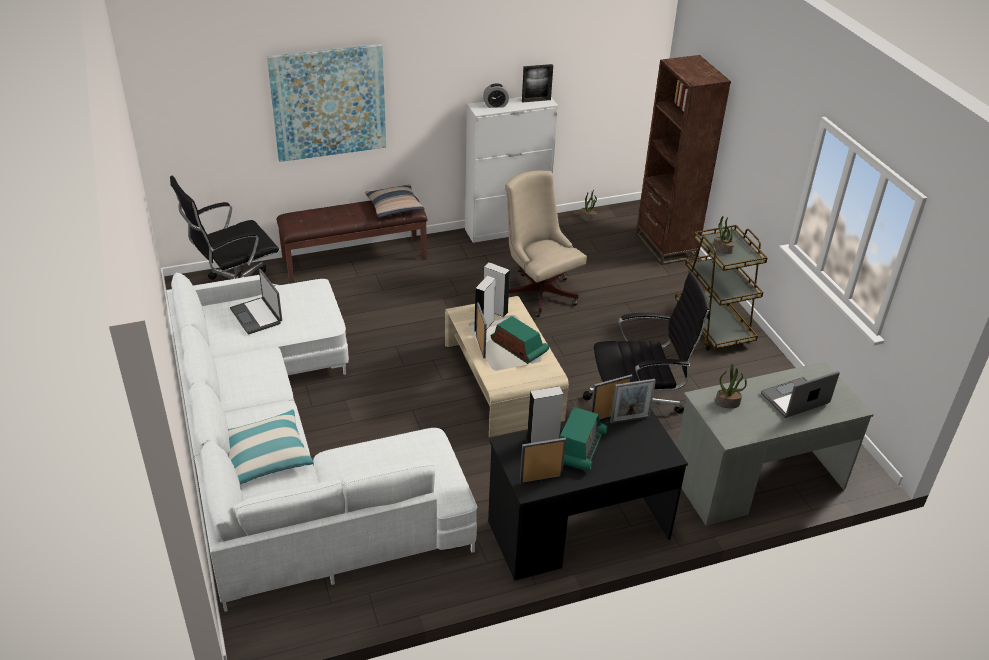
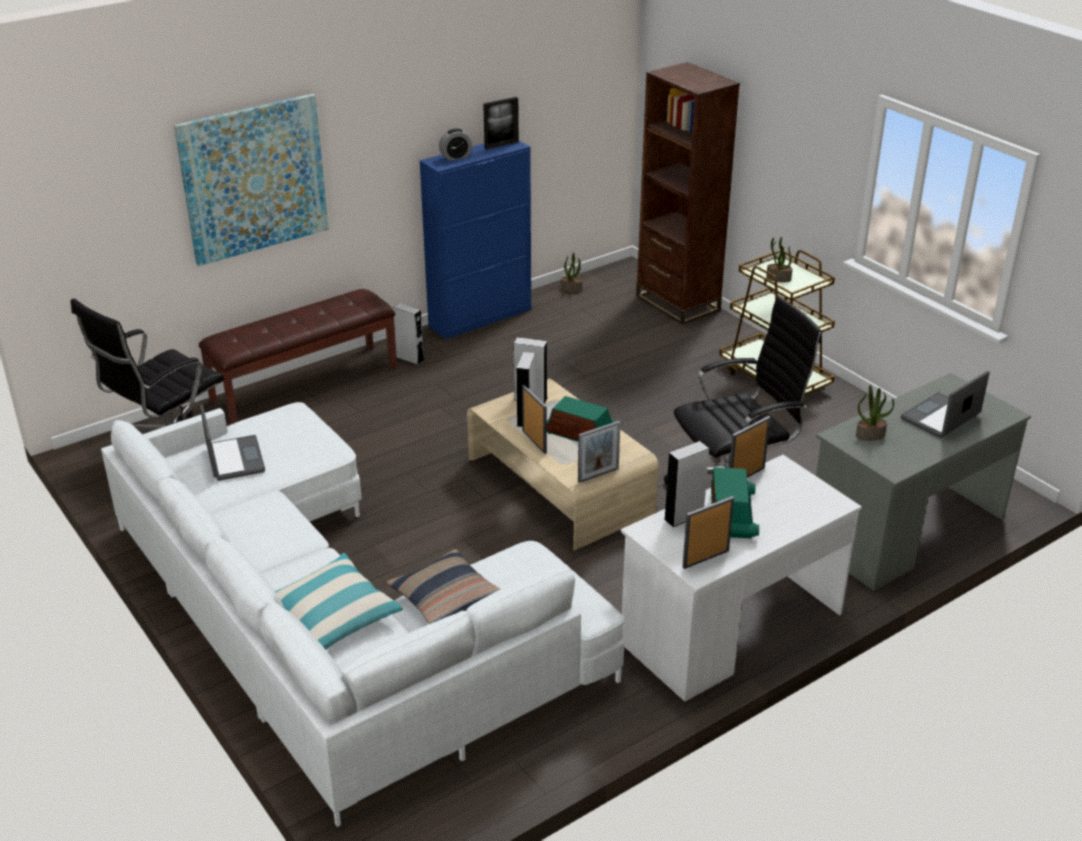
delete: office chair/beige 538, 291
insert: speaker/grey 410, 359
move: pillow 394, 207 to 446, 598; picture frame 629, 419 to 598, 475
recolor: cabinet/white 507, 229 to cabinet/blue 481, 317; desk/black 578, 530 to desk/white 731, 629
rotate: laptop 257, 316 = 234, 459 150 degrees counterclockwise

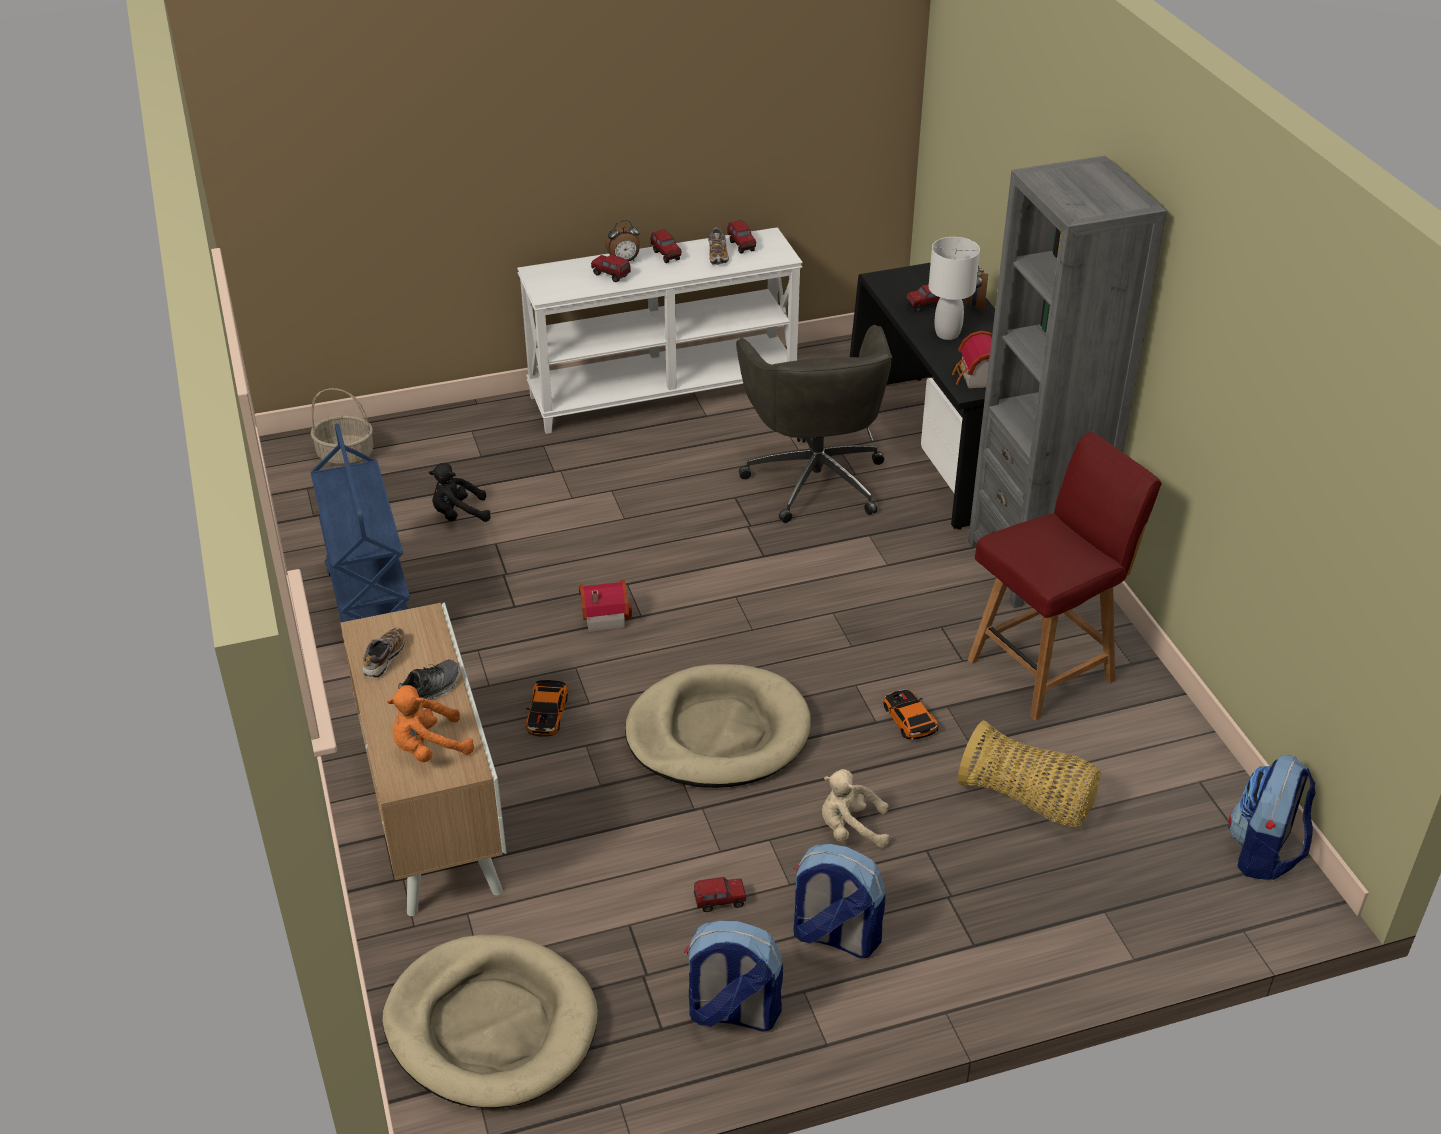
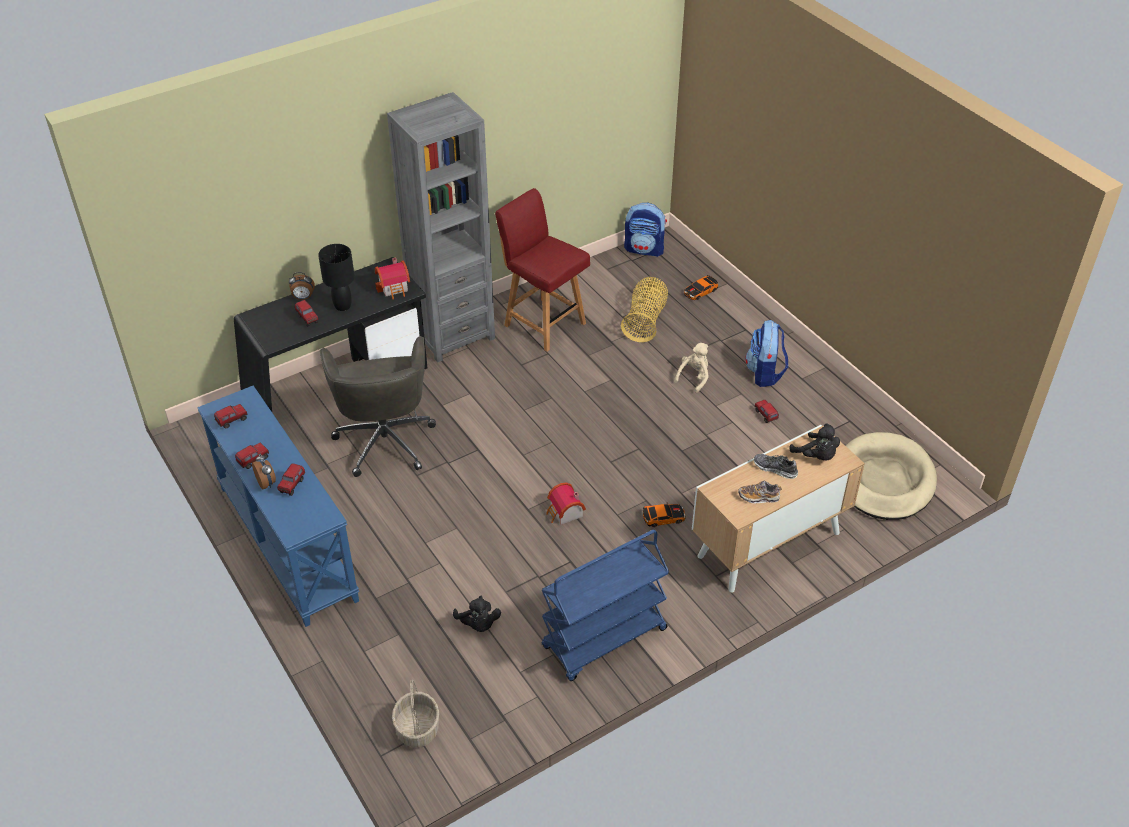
delete: dog bed/beige 718, 733; backpack 732, 1013; shoe 718, 256
move: toy car 908, 719 to 700, 291
recolor: plush toy/orange 429, 748 to plush toy/black 816, 456; console table/white 663, 391 to console table/blue 286, 543; table lamp/white 947, 334 to table lamp/black 343, 306
rotate: office chair/grey 815, 478 = 385, 439 105 degrees clockwise; plush toy/beige 851, 829 = 694, 378 135 degrees counterclockwise

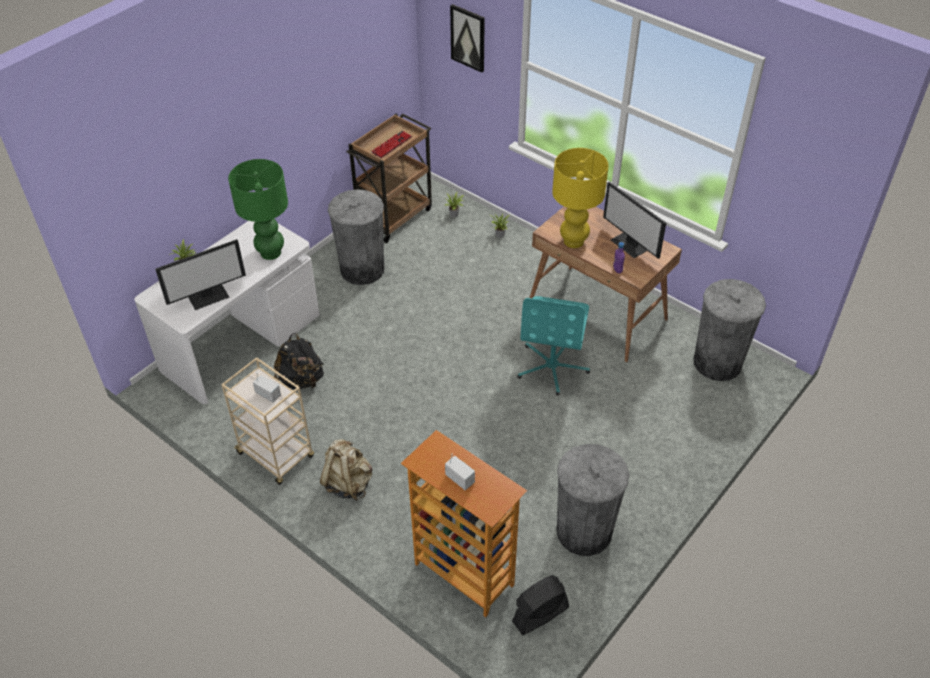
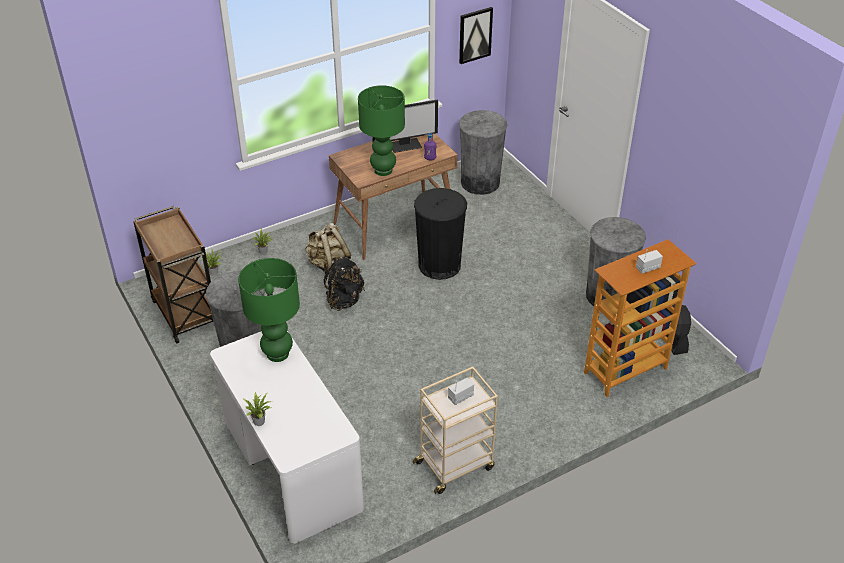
delete: monitor 208, 296; keyboard 391, 145
move: backpack/black 302, 380 to 344, 300; backpack/beige 348, 483 to 328, 264; picture 468, 38 to 475, 35
replace: office chair/turquoise 552, 366 to trash can/black 439, 265
recolor: table lamp/yellow 573, 241 to table lamp/green 383, 170

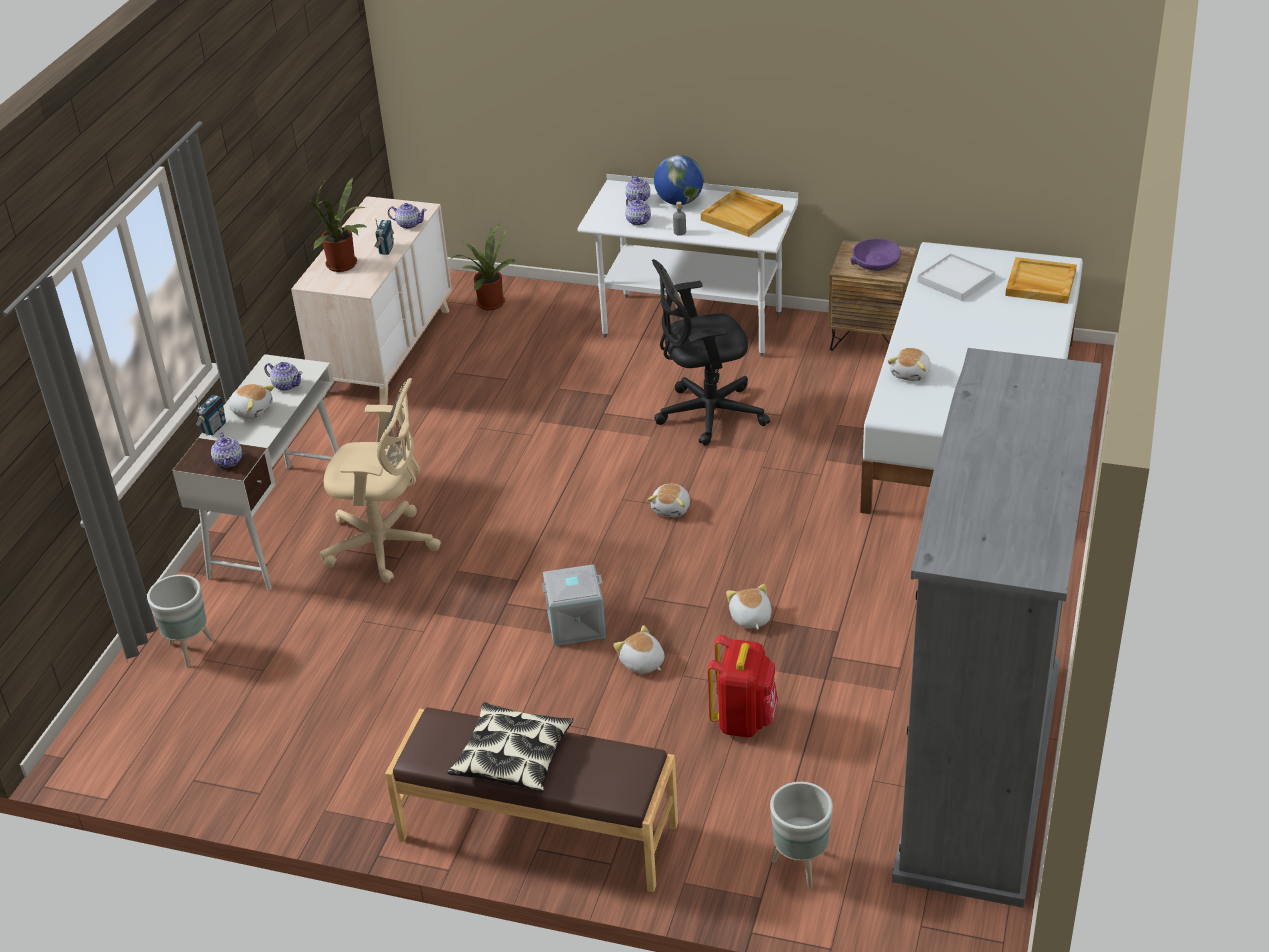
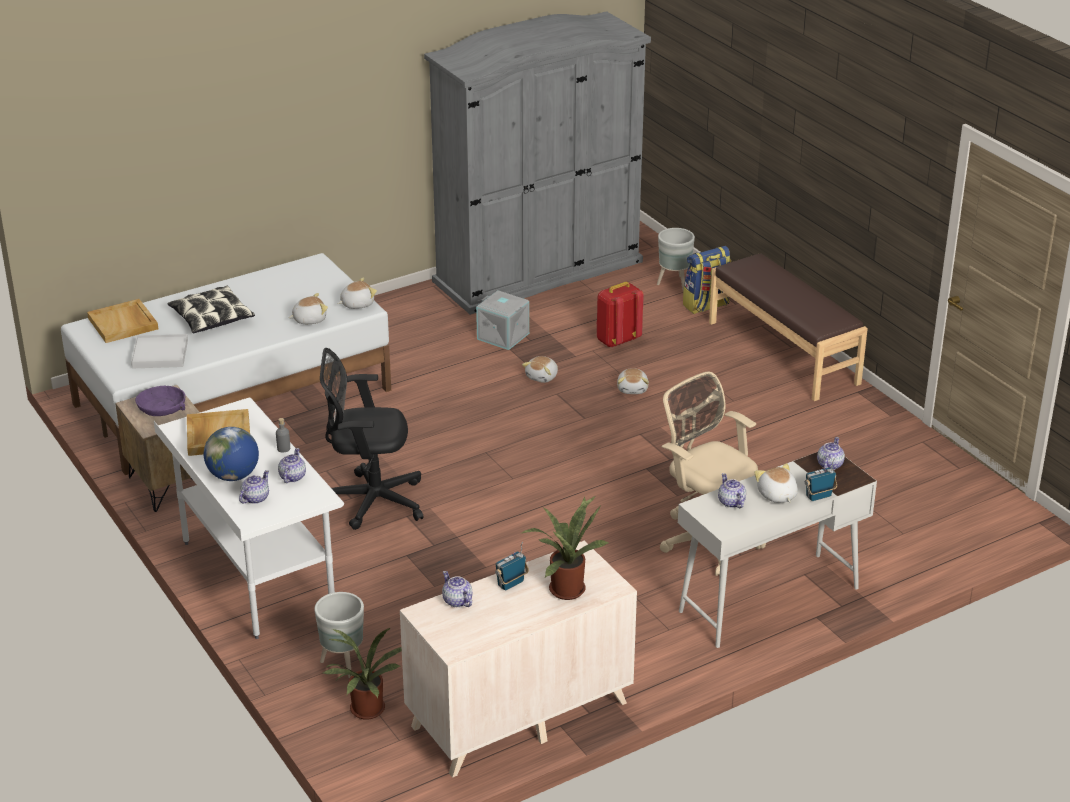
insert: backpack 706, 306
move: planter/grey 189, 650 to 344, 663; pillow 513, 757 to 212, 318; storage box/grey 575, 625 to 504, 336; plush toy 672, 508 to 357, 304
rotate: office chair/black 705, 414 = 370, 501 150 degrees clockwise

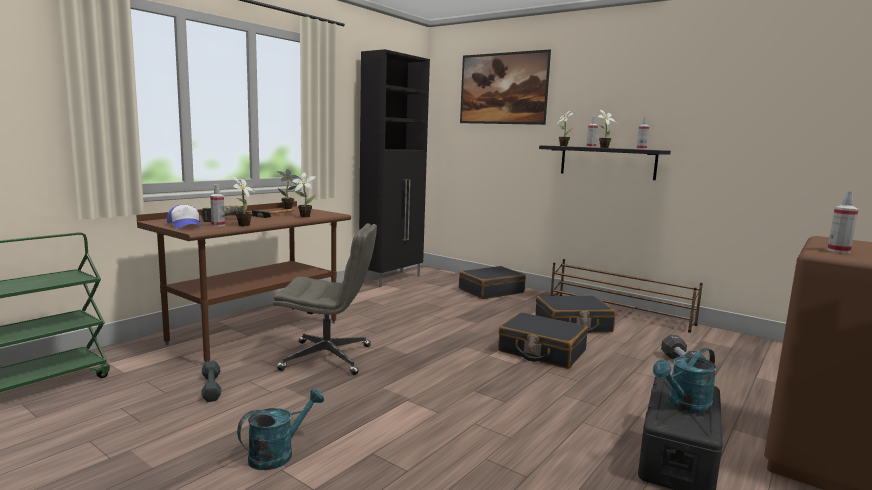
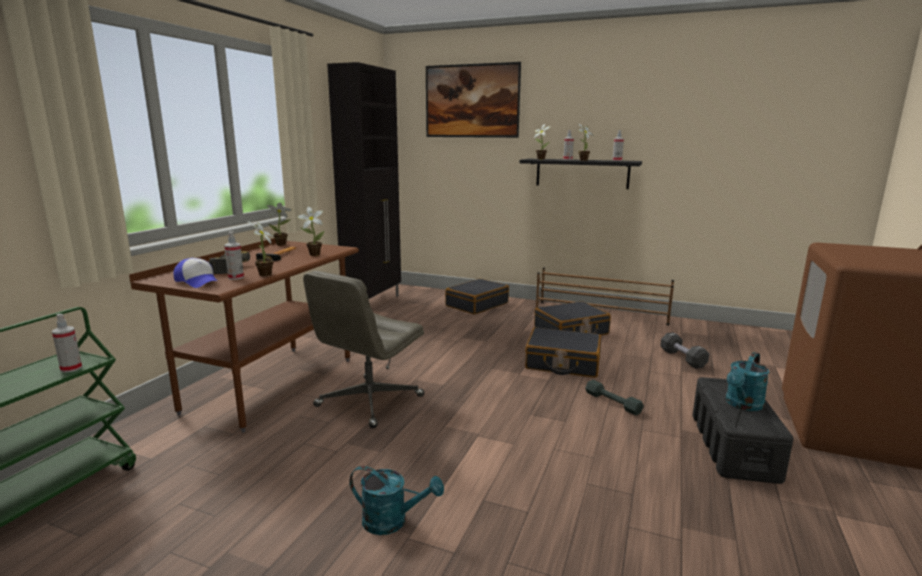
move: dumbbell/grey 211, 387 to 613, 402; spray bottle 838, 251 to 71, 368
rotate: watering can/turquoise 278, 454 = 392, 521 75 degrees clockwise; office chair/grey 328, 357 = 369, 402 135 degrees clockwise

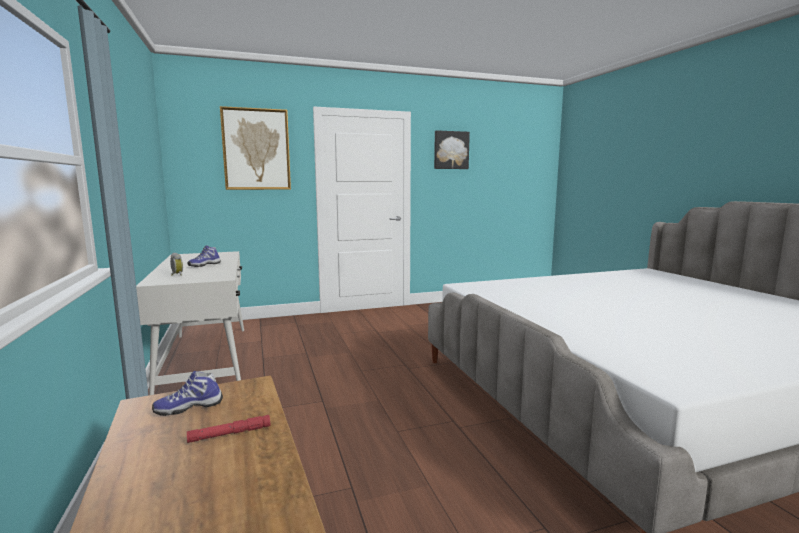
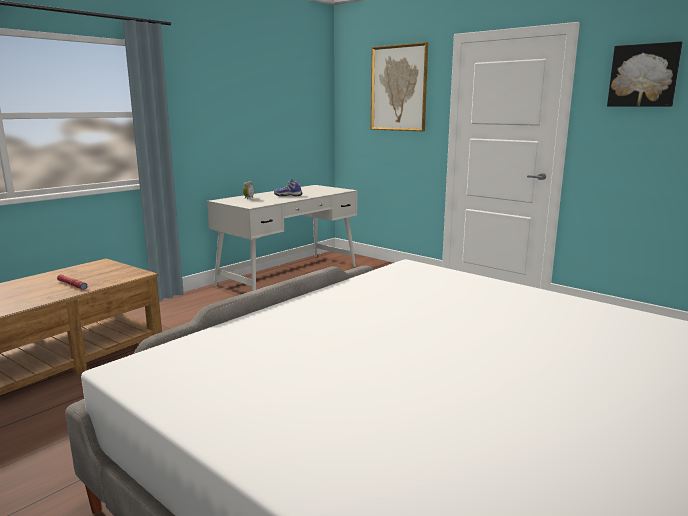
delete: shoe 189, 407

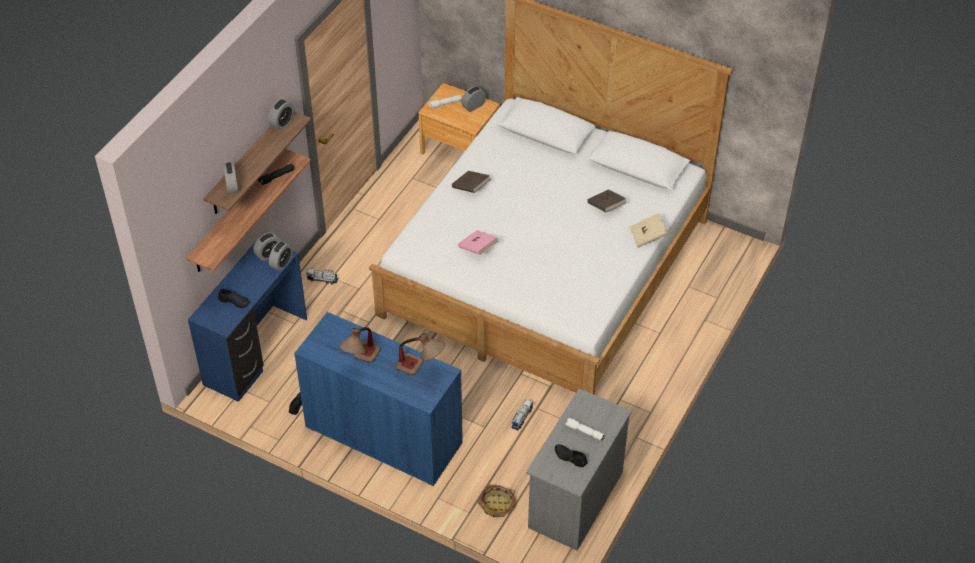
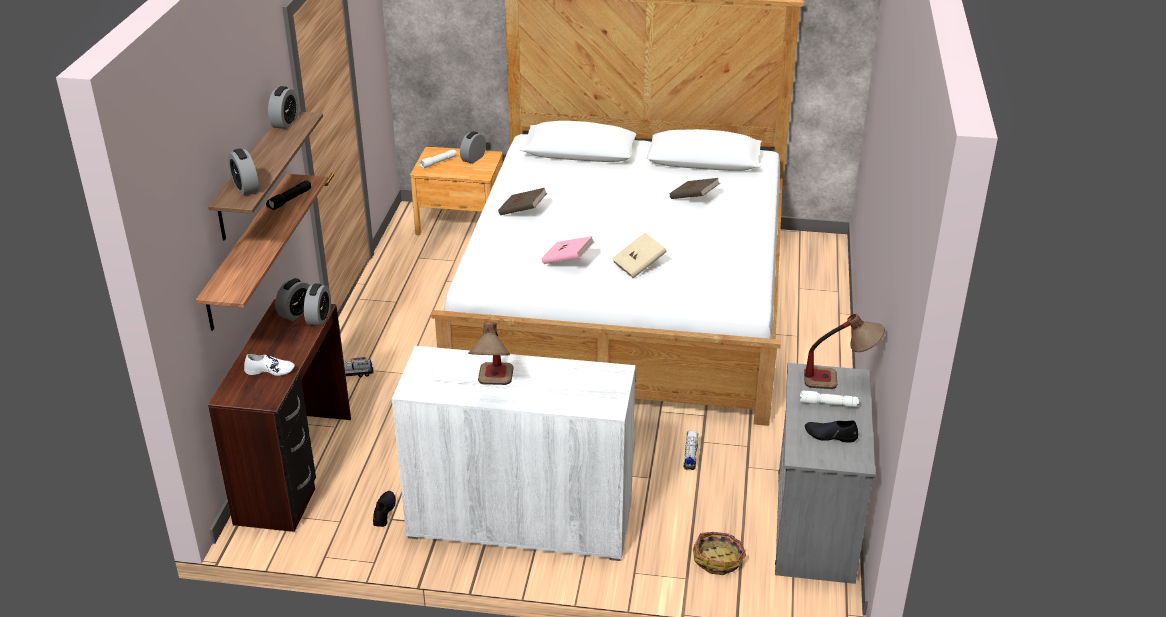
move: table lamp 421, 369 to 839, 380; book/beige 647, 236 to 638, 265
recolor: desk/blue 257, 352 to desk/brown 296, 469; shoe/black 234, 301 to shoe/white 270, 370; cabinet/blue 384, 435 to cabinet/white 520, 520

